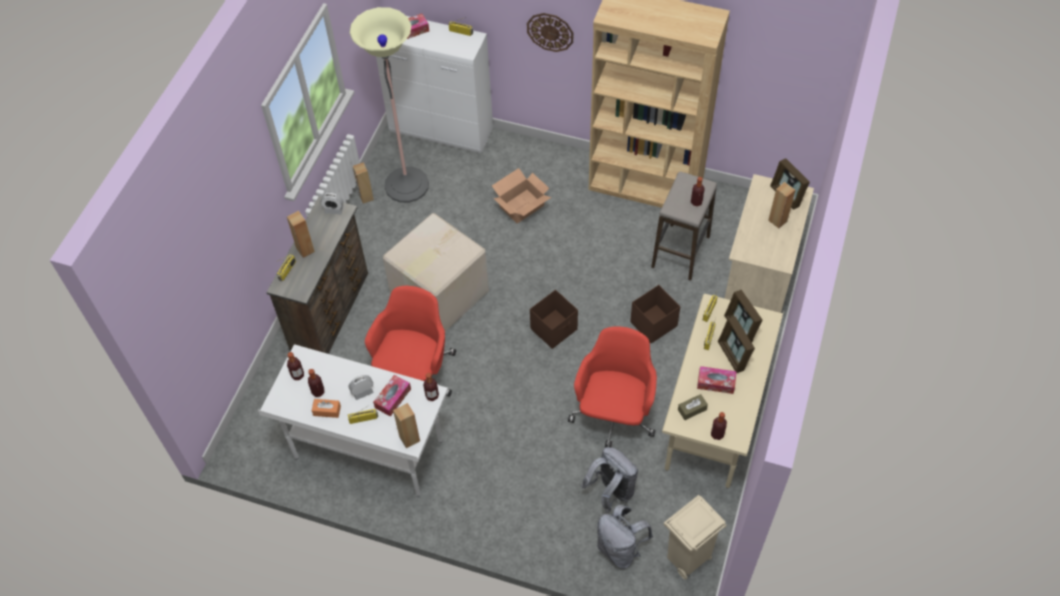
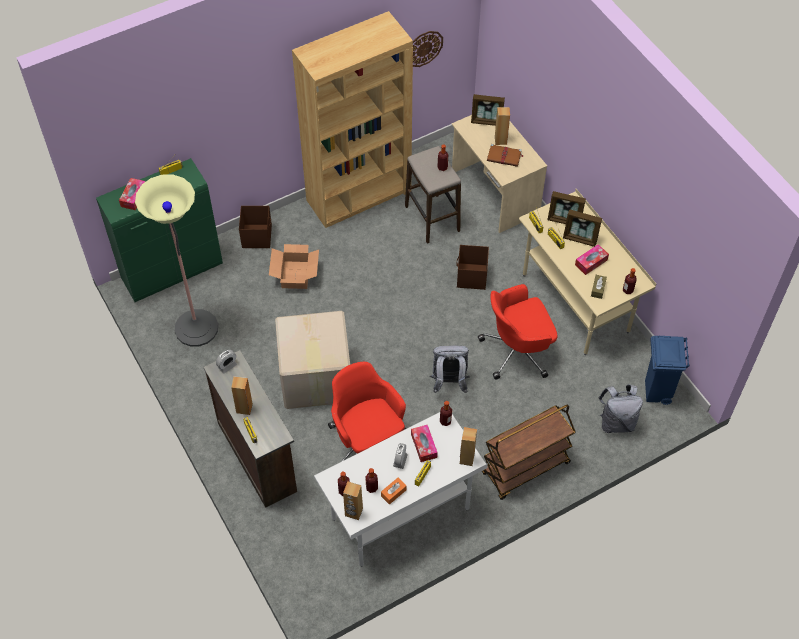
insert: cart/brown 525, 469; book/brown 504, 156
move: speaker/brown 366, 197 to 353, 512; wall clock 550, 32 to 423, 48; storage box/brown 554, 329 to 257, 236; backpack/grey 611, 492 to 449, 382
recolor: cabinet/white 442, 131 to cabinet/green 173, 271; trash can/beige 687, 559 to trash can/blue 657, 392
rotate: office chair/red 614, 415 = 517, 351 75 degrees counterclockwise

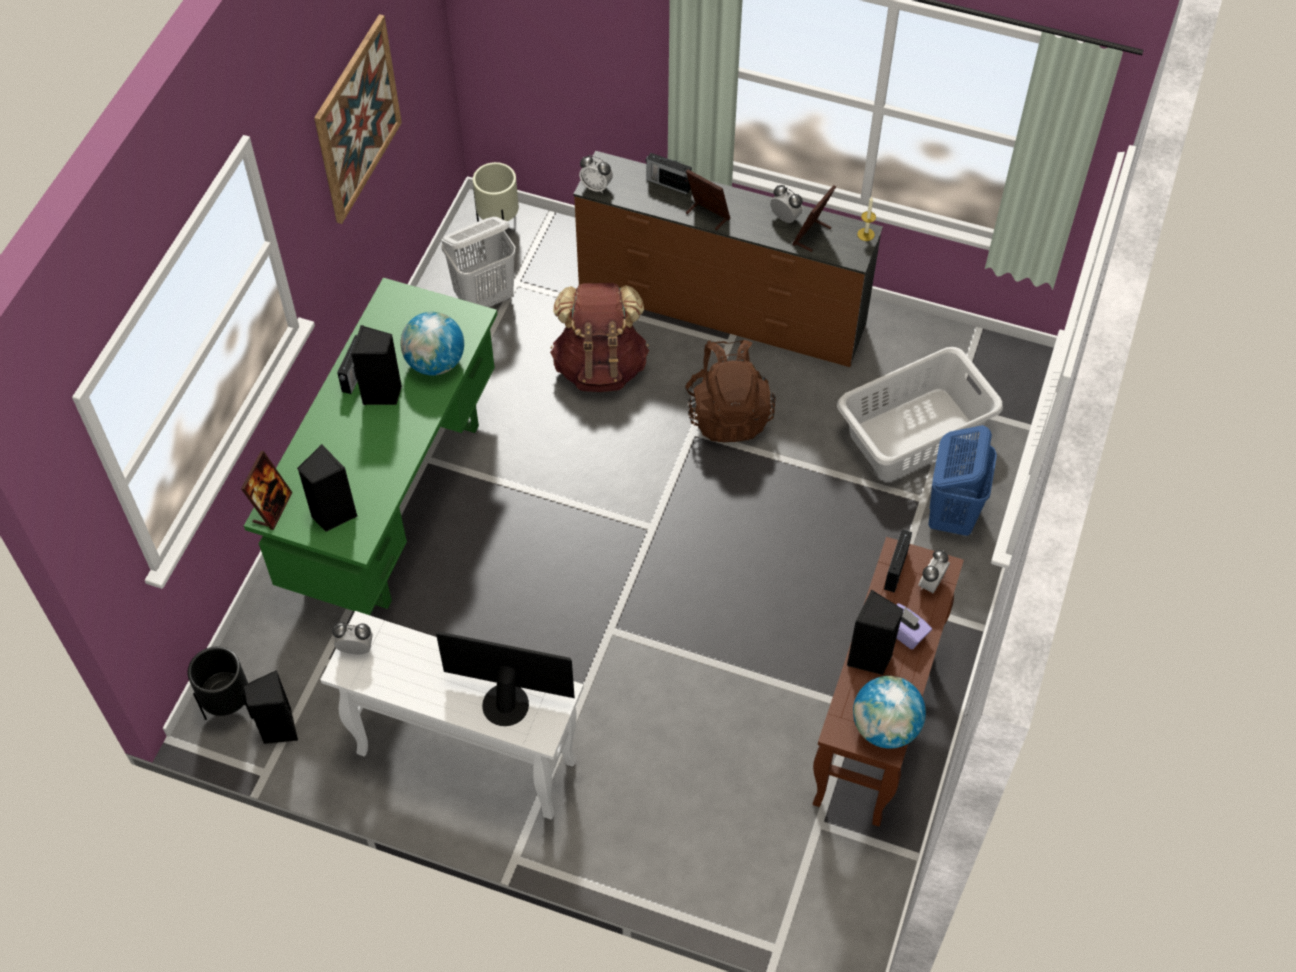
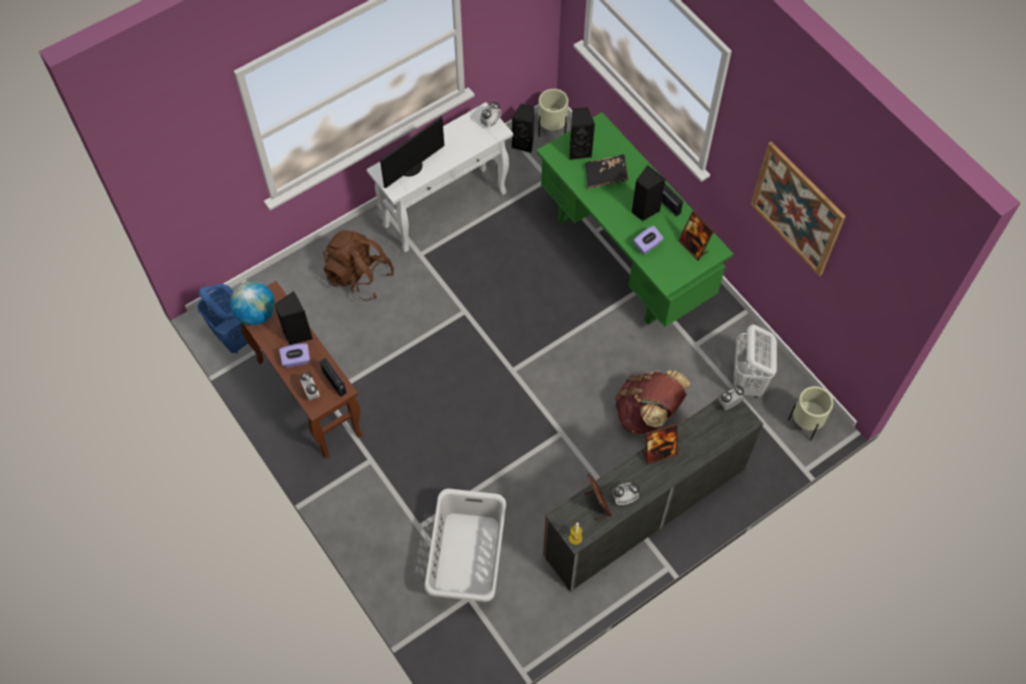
delete: radio 667, 183
insert: book/black 606, 176
move: picture frame 272, 508 to 693, 247; backpack/brown 728, 414 to 359, 277; laundry basket/blue 951, 514 to 235, 337
replace: globe 435, 363 to tissue box/purple 647, 245
recolor: planter/black 230, 707 to planter/beige 551, 130

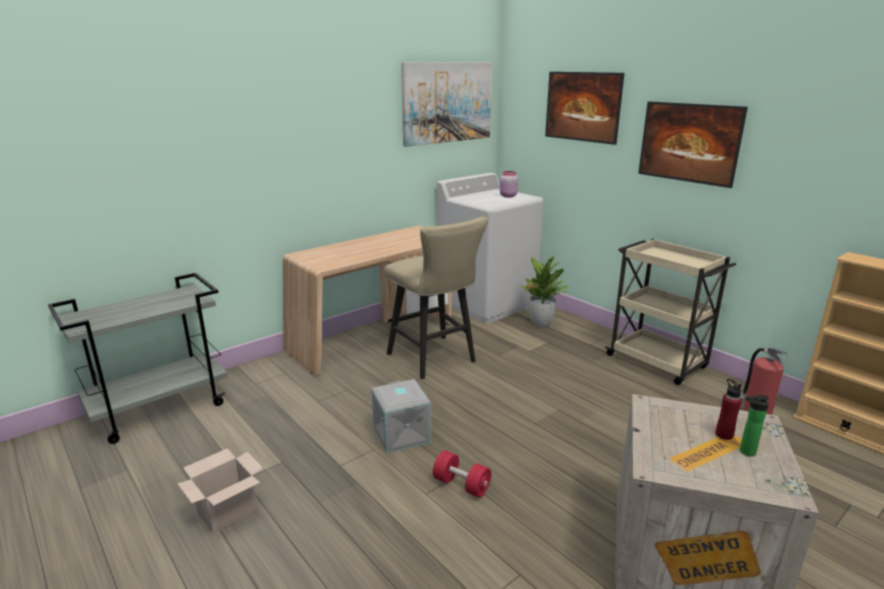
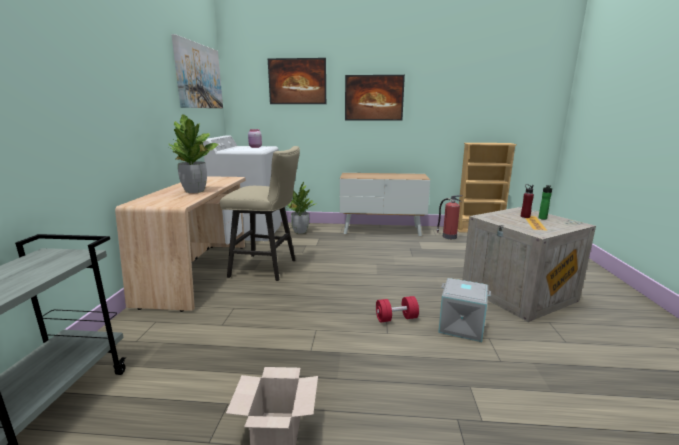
insert: potted plant 195, 191
move: storage box/grey 400, 434 to 461, 326
replace: cart/beige 658, 362 to cabinet 382, 230

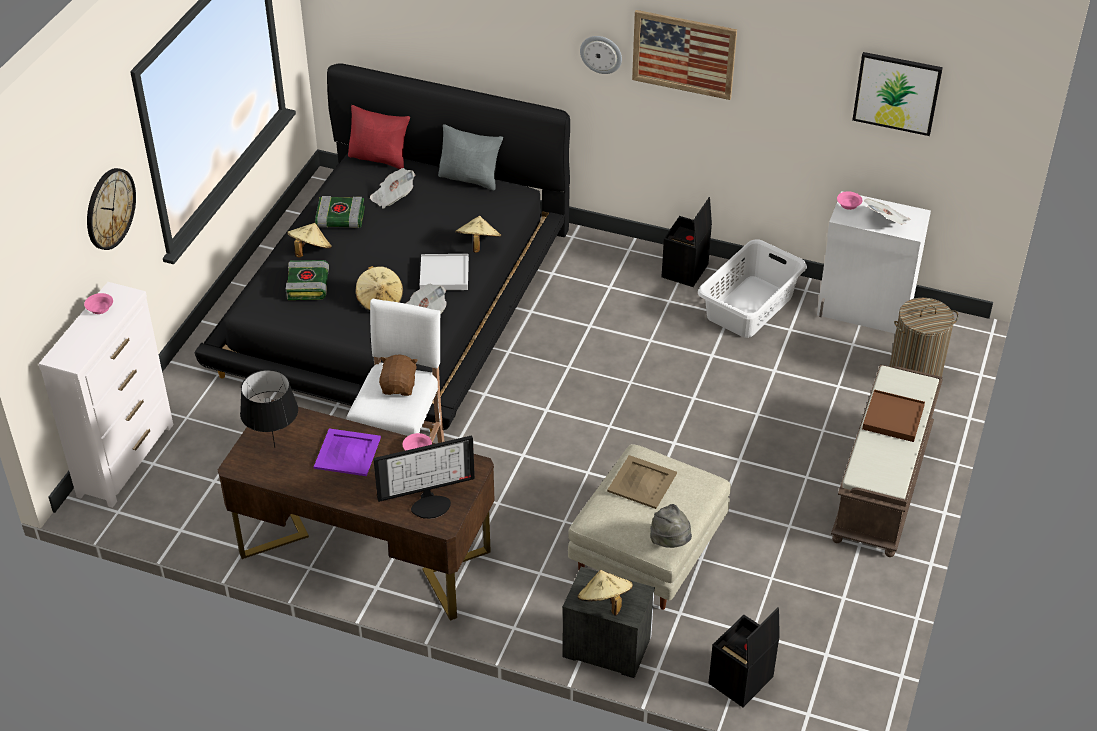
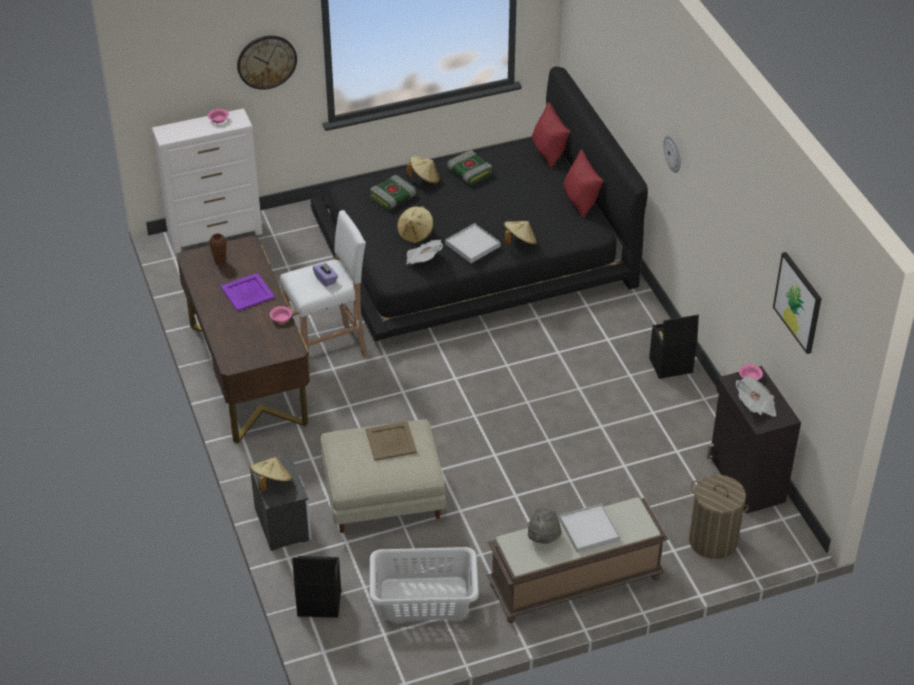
delete: newspaper 393, 198; monitor 430, 503; picture 684, 54
move: hat/grey 670, 541 to 543, 538; laundry basket/white 750, 307 to 424, 600
replace: table lamp/black 274, 447 to vase/brown 220, 262; plush toy/brown 399, 386 to tissue box/purple 326, 279
recolor: pillow/grey 470, 178 to pillow/red 581, 201; cabinet/white 864, 311 to cabinet/black 746, 479; tray/brown 893, 418 to tray/white 589, 530

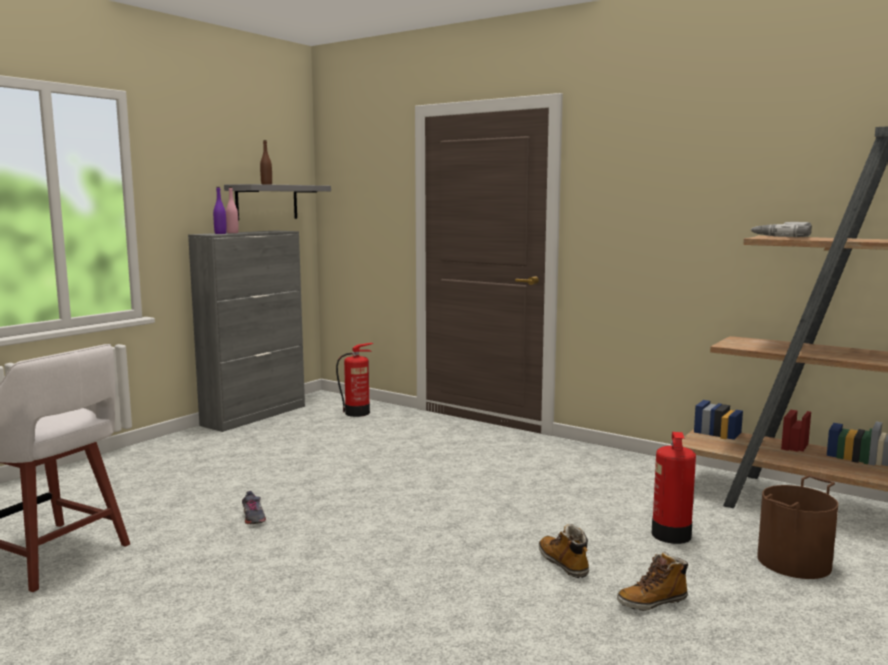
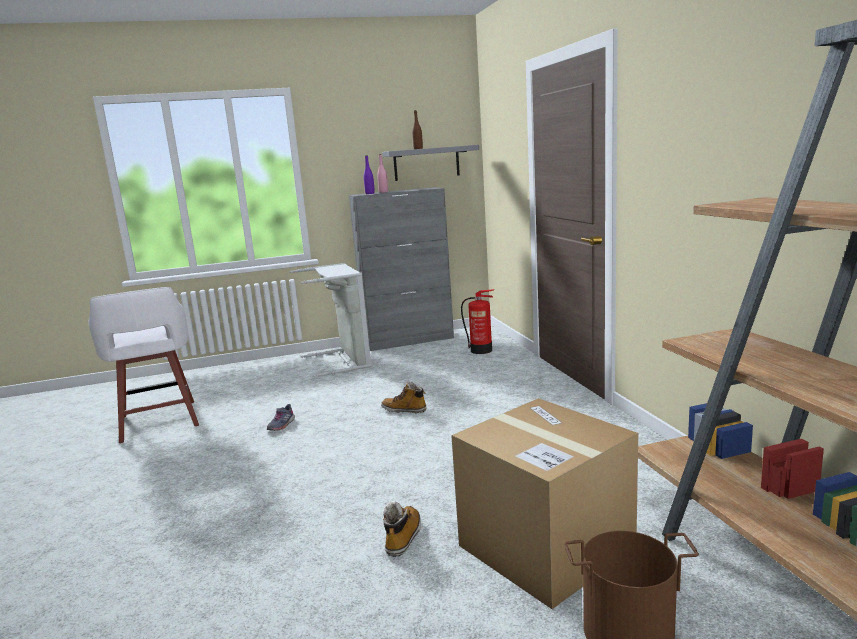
delete: power drill 782, 237
insert: laundry basket/grey 344, 361
move: boot 652, 602 to 404, 410
replace: fire extinguisher 671, 535 to cardboard box 545, 546

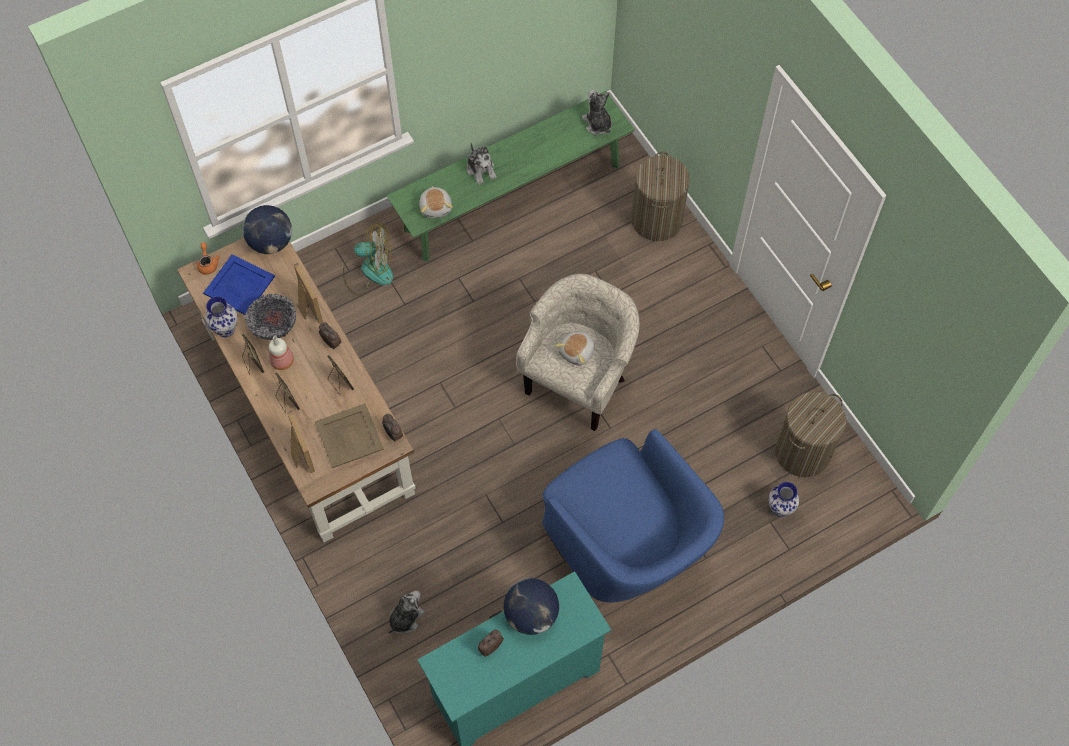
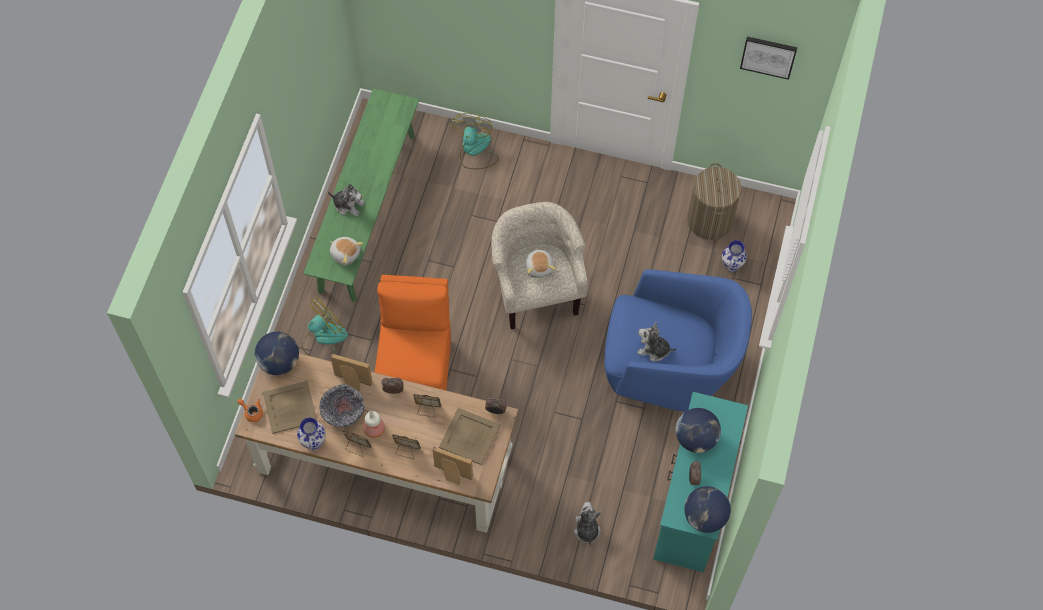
insert: chair/orange 416, 370; globe 705, 517; picture 768, 56
move: plush toy 597, 124 to 653, 349
replace: laundry basket 656, 220 to fan 475, 150
recolor: tray/blue 239, 285 to tray/beige 290, 407

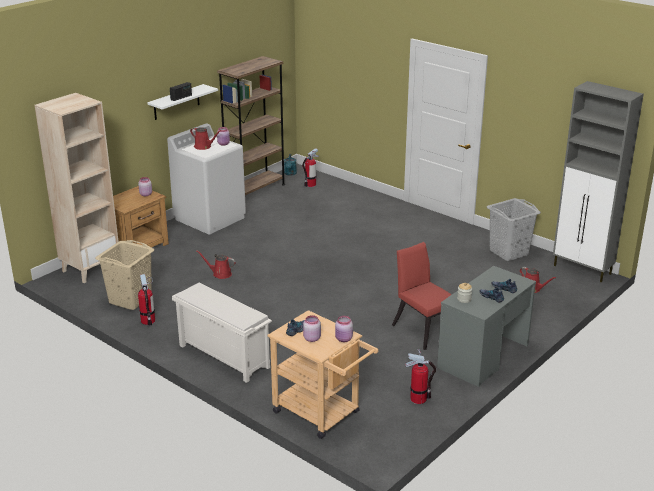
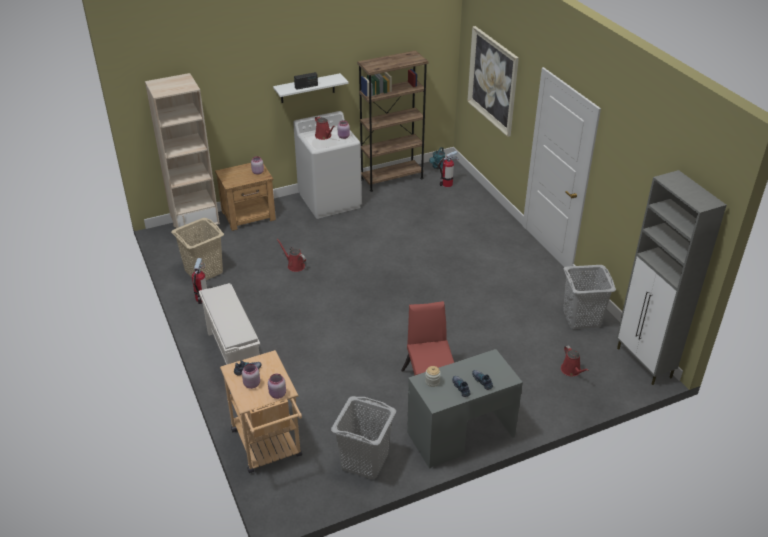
insert: picture 493, 80
replace: fire extinguisher 418, 399 to laundry basket/grey 364, 461

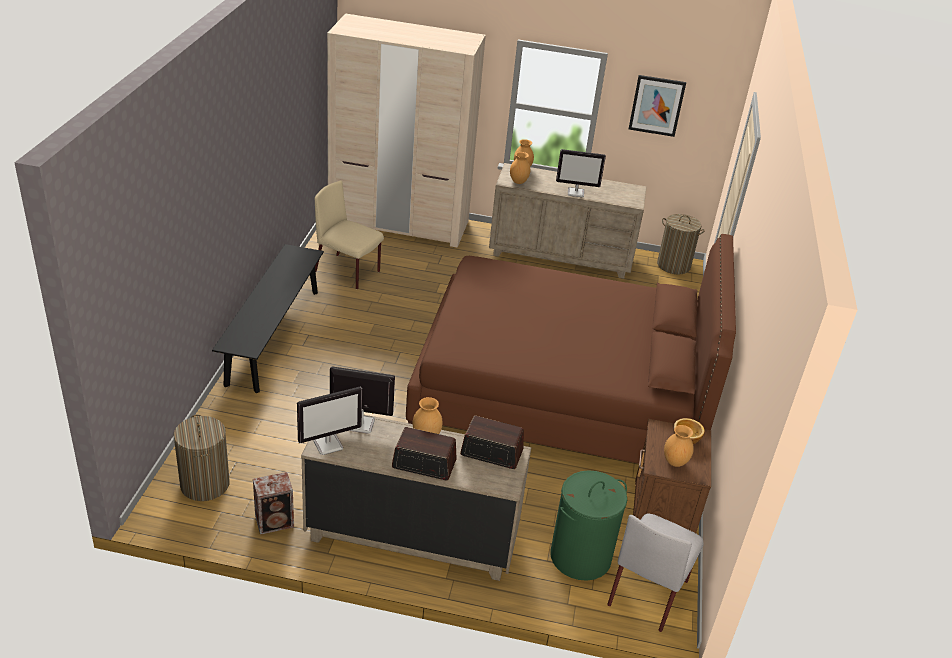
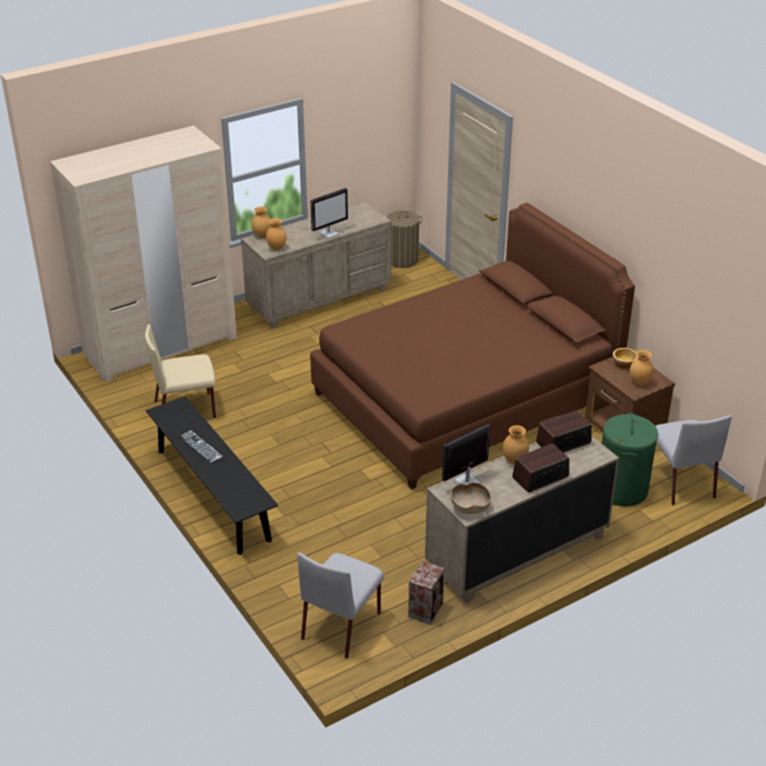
delete: picture 656, 105
insert: keyboard 201, 447
replace: laundry basket 205, 484 to chair/grey 341, 625; monitor 328, 444 to bowl/brown 470, 508

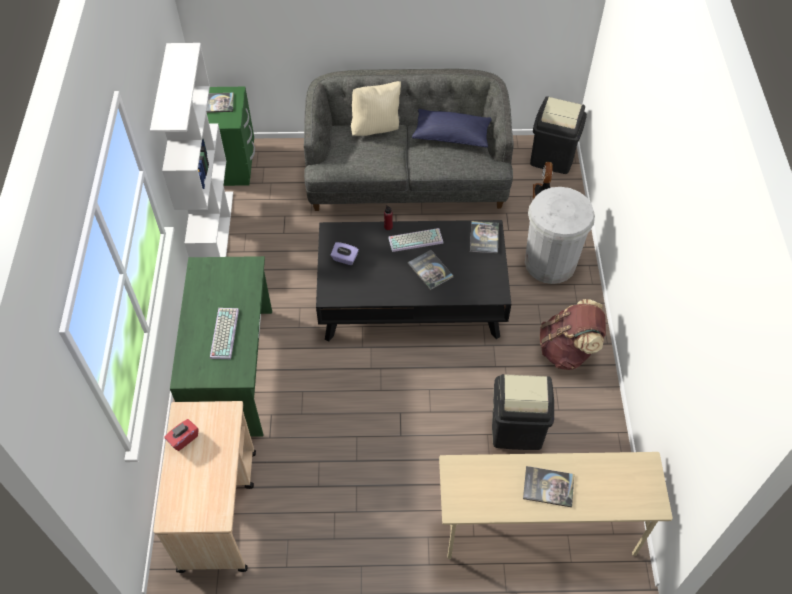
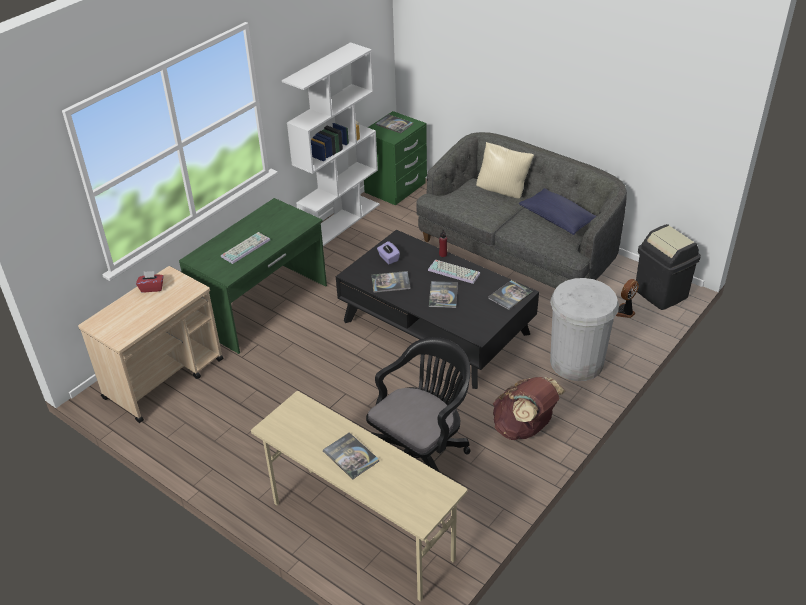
insert: book 390, 282
replace: trash can/black 516, 429 to office chair/black 421, 455

